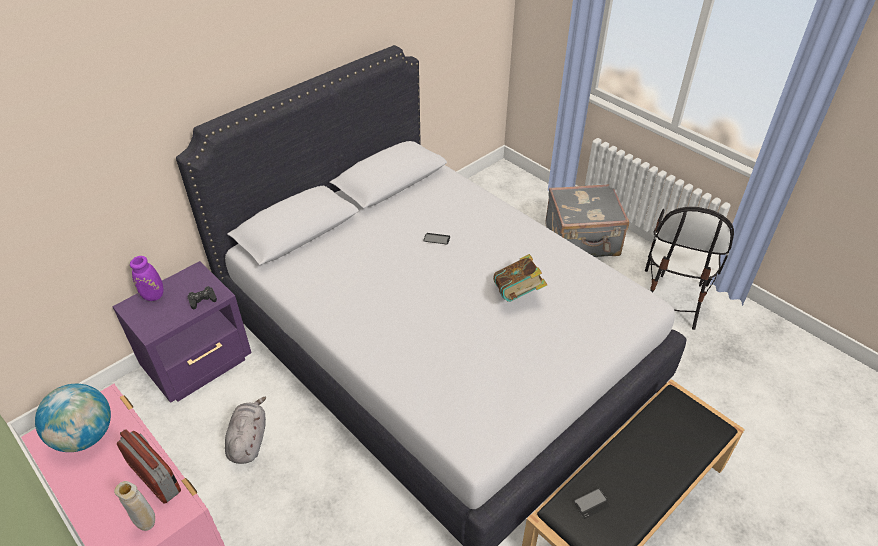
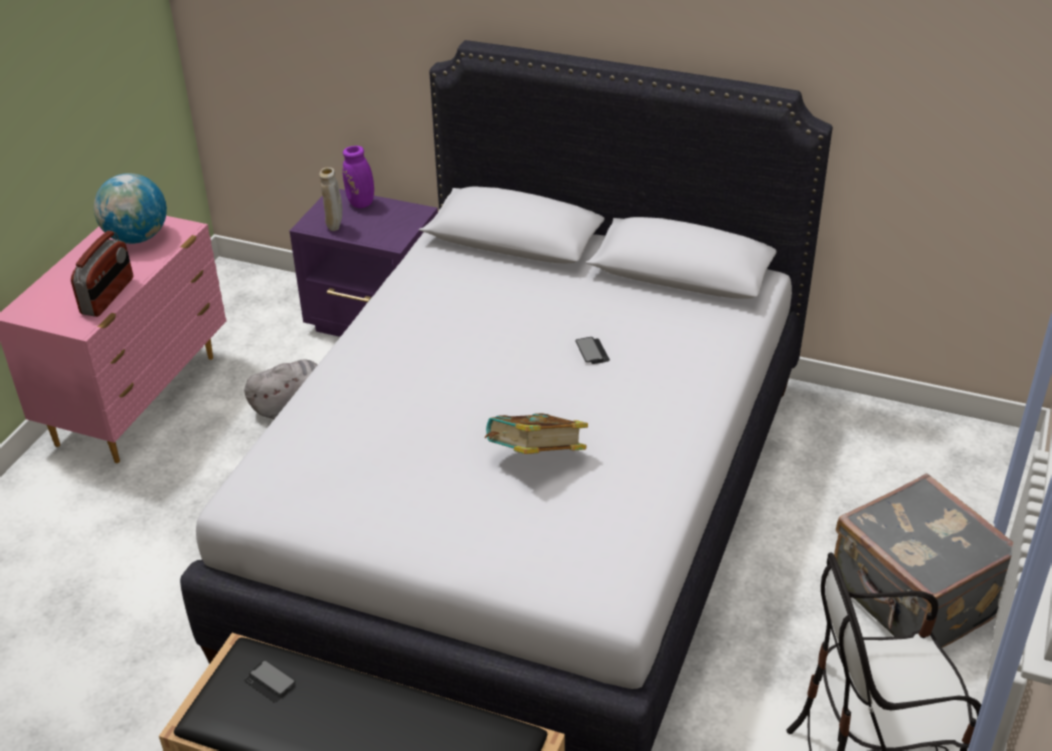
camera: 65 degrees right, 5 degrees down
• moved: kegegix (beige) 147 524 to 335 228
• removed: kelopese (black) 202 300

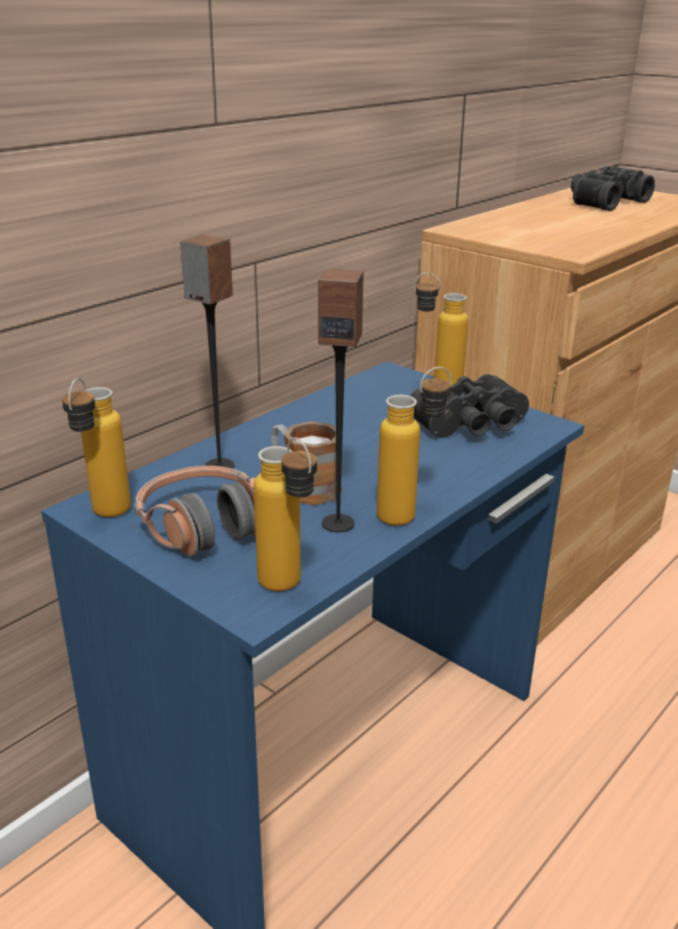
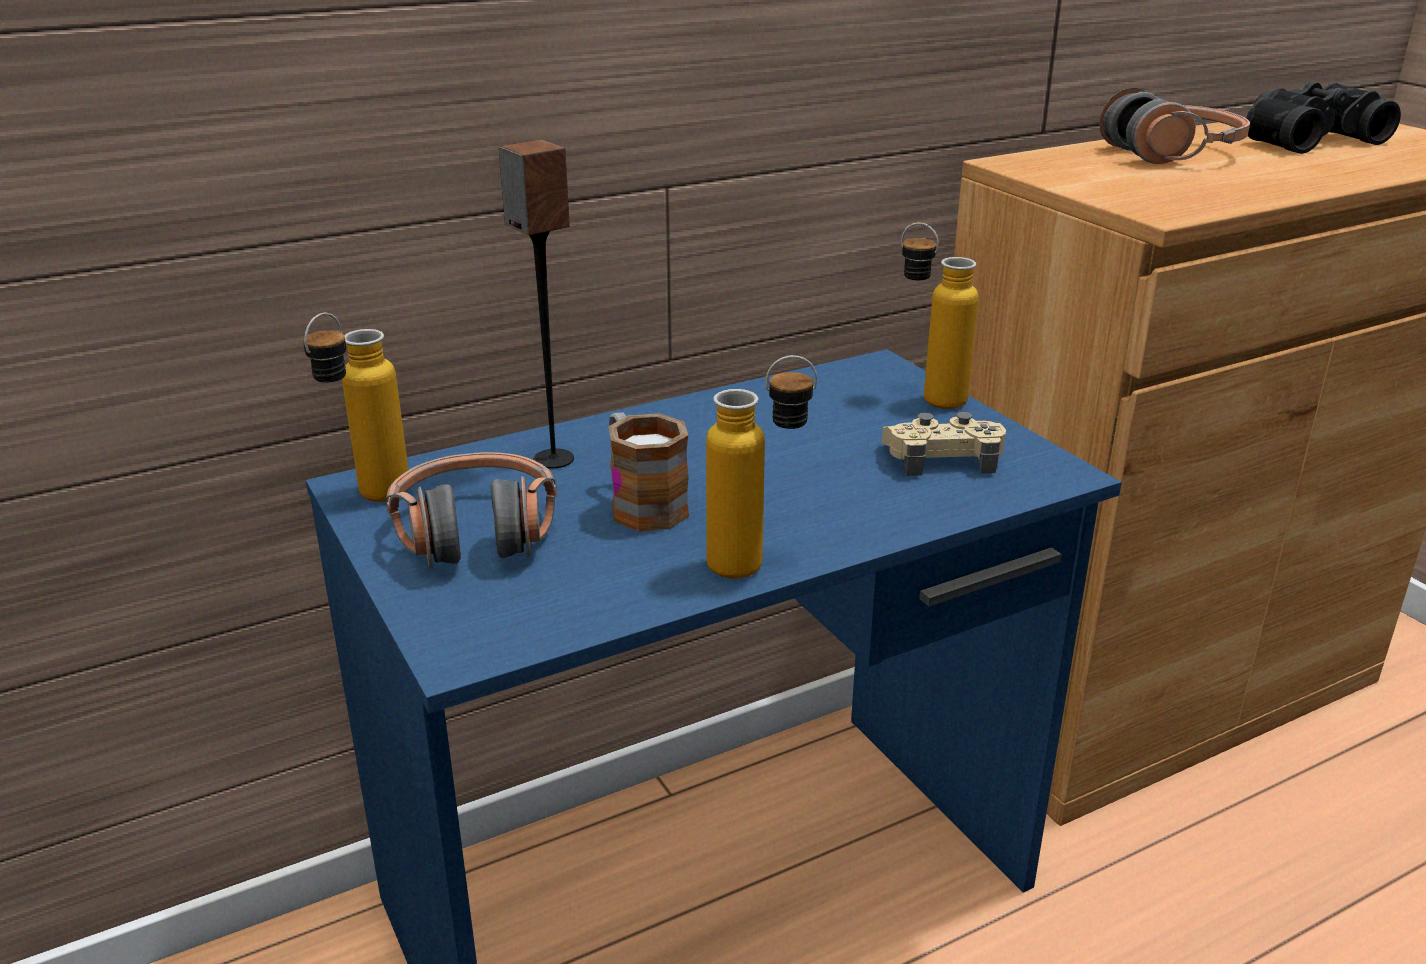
camera: 20 degrees right, 0 degrees up
• removed: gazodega 289 589
• removed: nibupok 338 523
• replaced: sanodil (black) 472 426 to kelopese (beige) 942 458
• added: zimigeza 1171 153

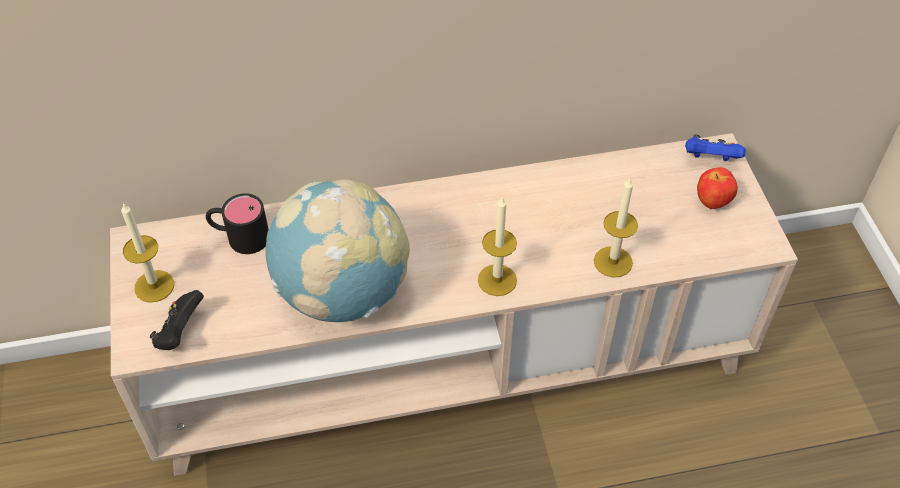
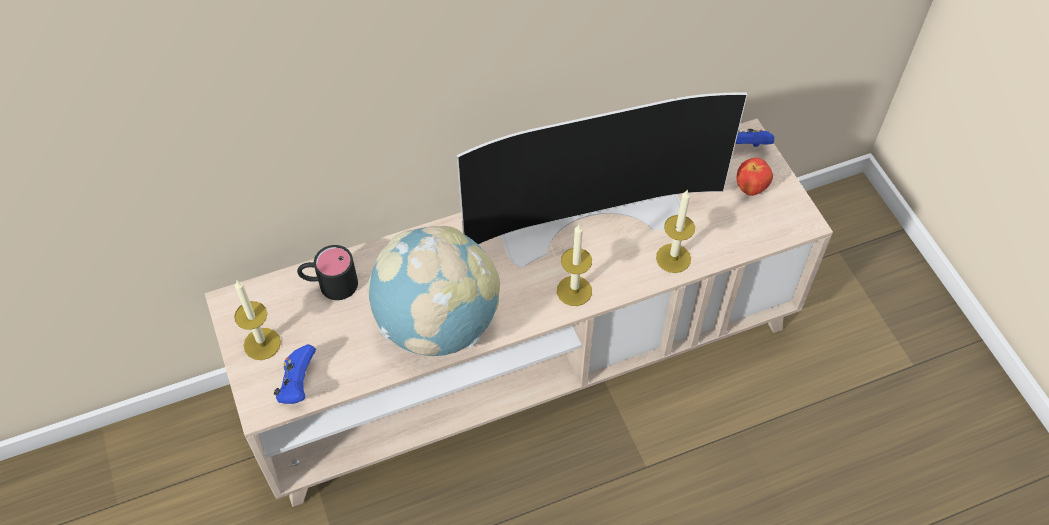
camera: 10 degrees left, 5 degrees up
• recoloured: kelopese (black) 180 332 to kelopese (blue) 298 384
• added: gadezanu 591 214

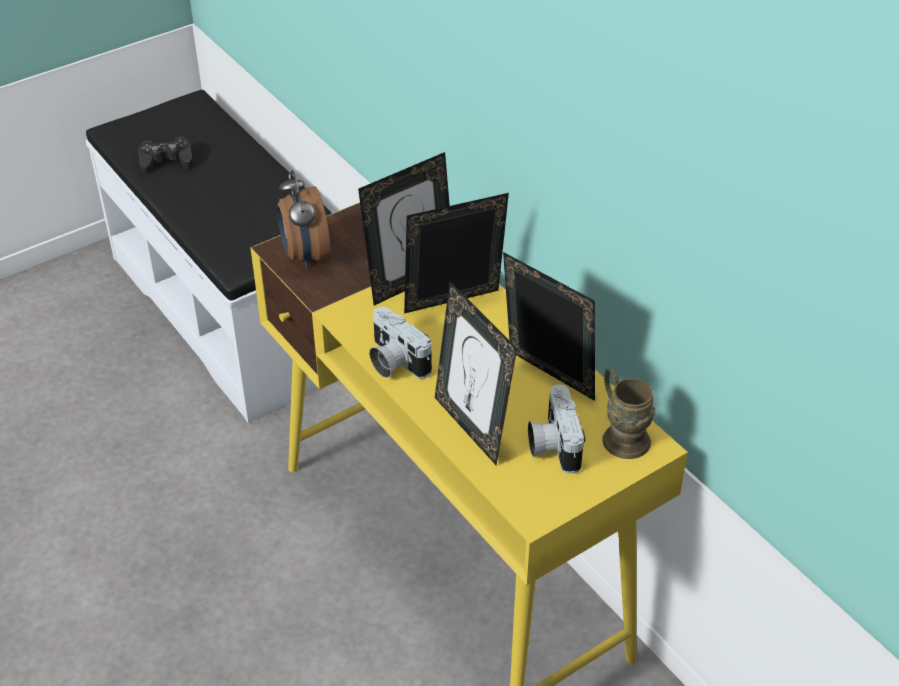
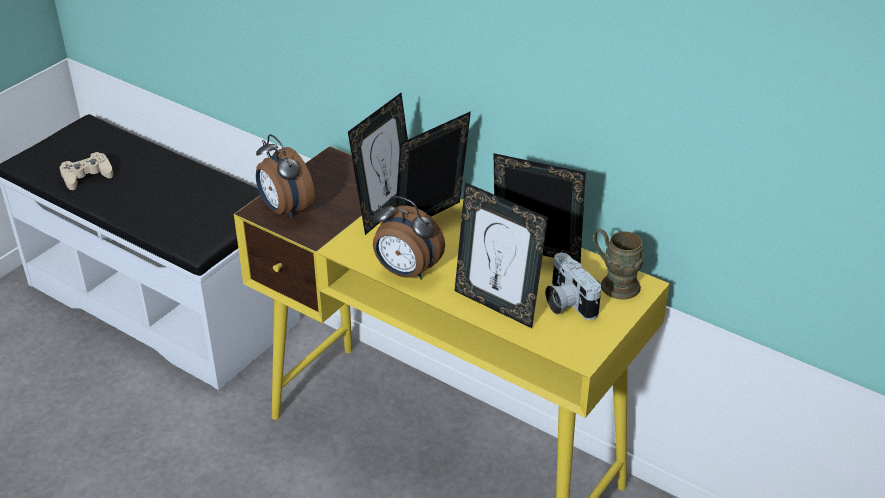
camera: 20 degrees left, 5 degrees down
• recoloured: kelopese (black) 166 161 to kelopese (beige) 87 176
• replaced: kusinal 394 361 to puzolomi 406 272

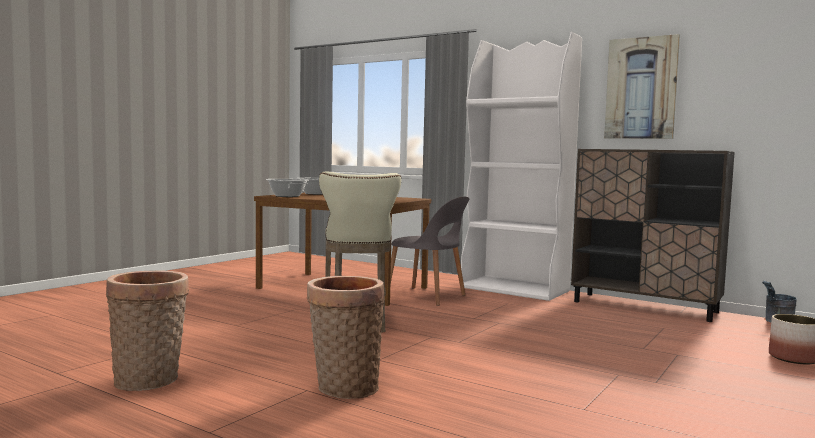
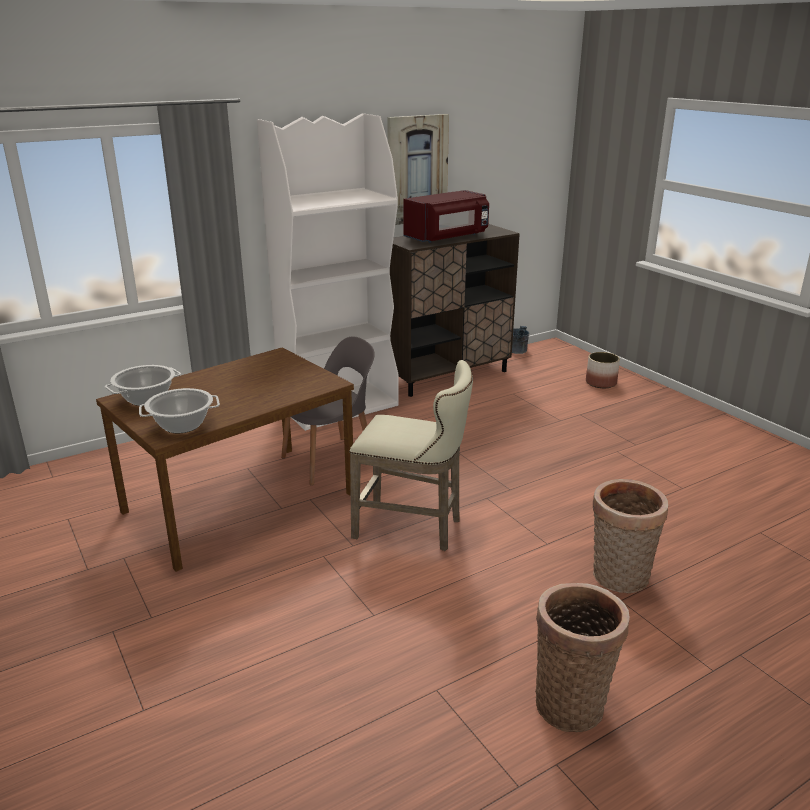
camera: 65 degrees left, 20 degrees up
• added: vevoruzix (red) 447 237

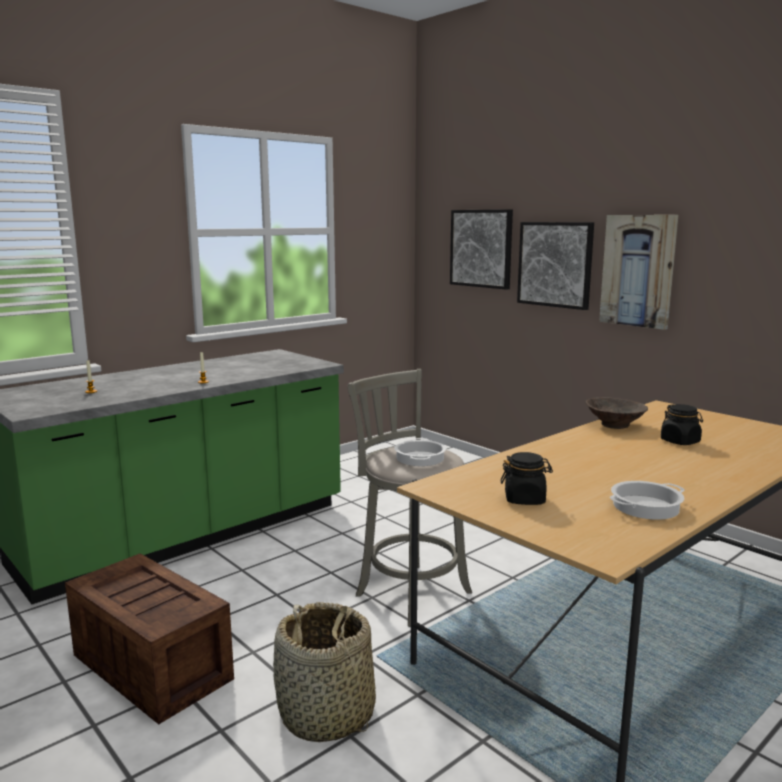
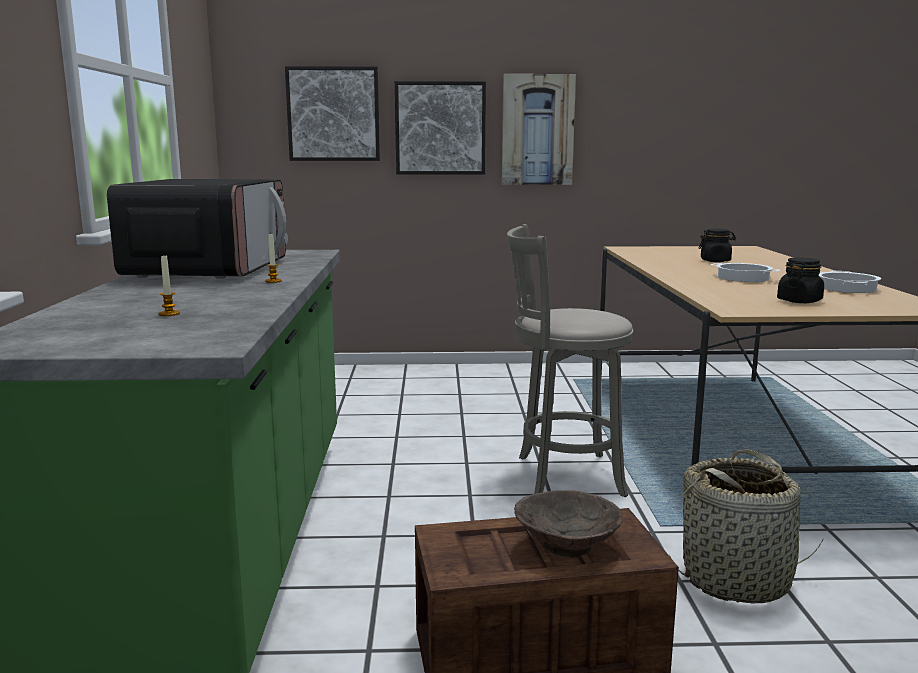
camera: 50 degrees left, 0 degrees up
• moved: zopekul 419 458 to 742 278
• moved: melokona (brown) 614 425 to 567 547
• added: vevoruzix 209 269

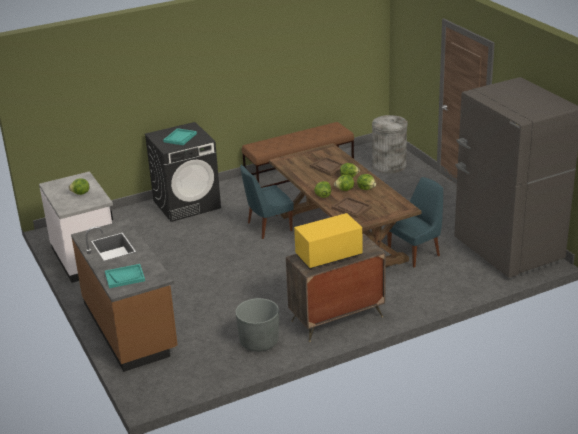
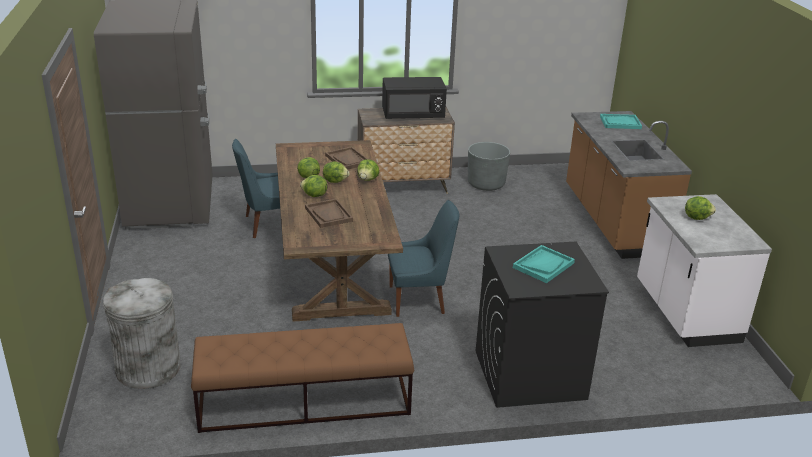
camera: 165 degrees left, 0 degrees up
• recoloured: vevoruzix (yellow) 328 256 to vevoruzix (black) 413 115

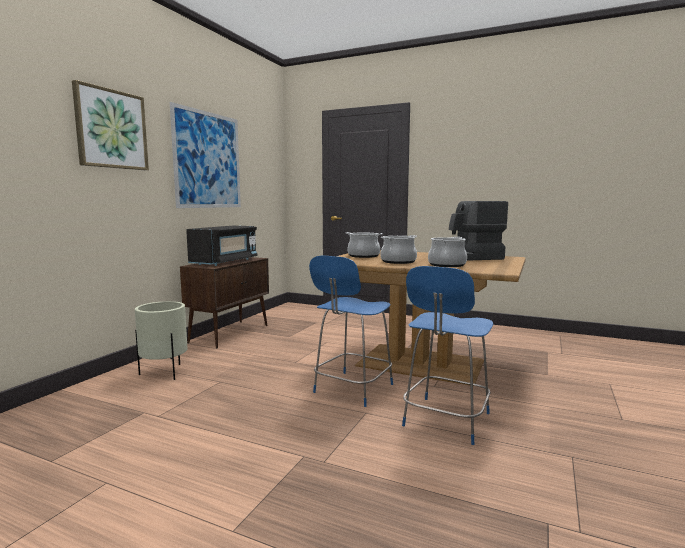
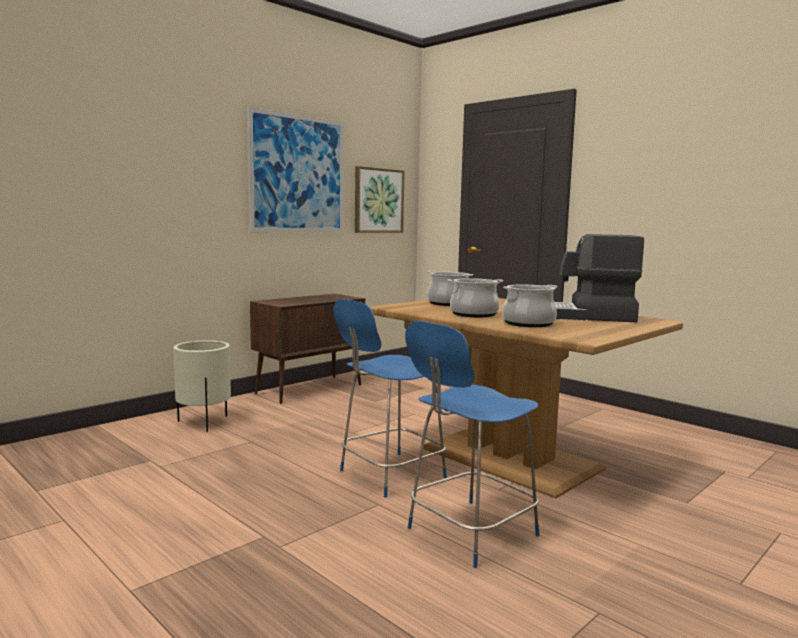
camera: 20 degrees right, 0 degrees up
• moved: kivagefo 111 129 to 378 200
• removed: vevoruzix (black) 225 262

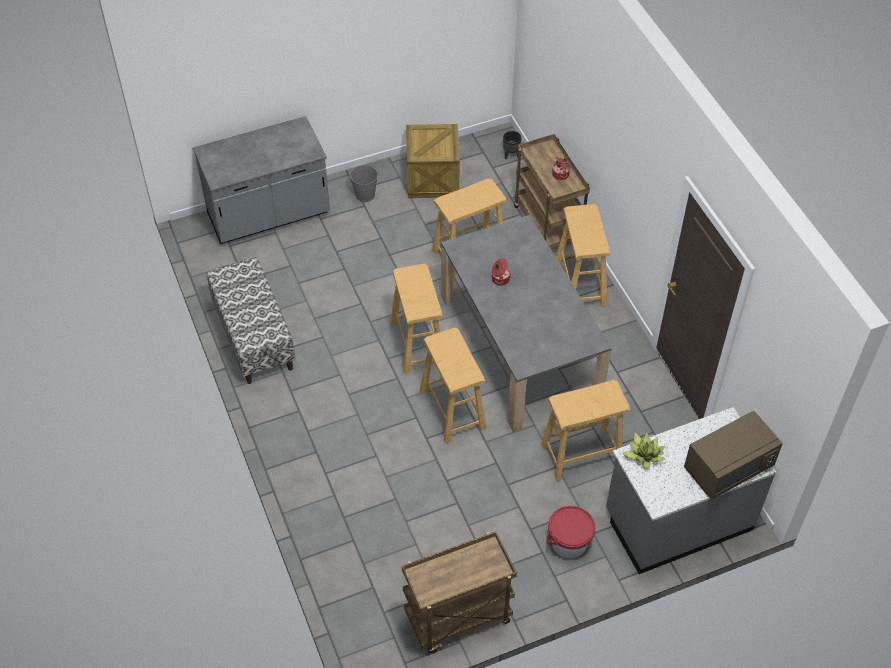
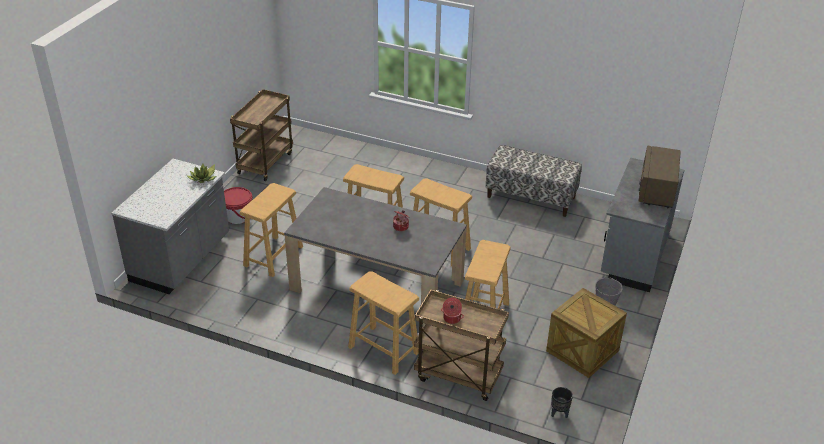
camera: 135 degrees right, 15 degrees down
• moved: vevoruzix (brown) 728 467 to 656 191

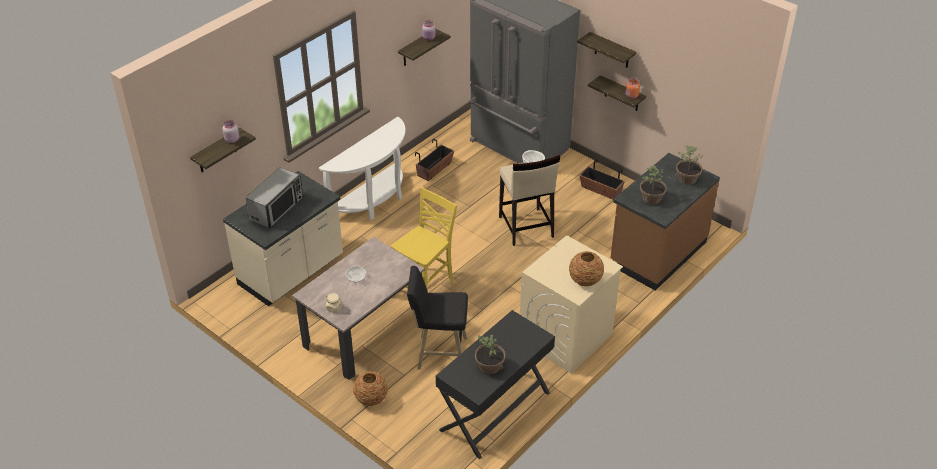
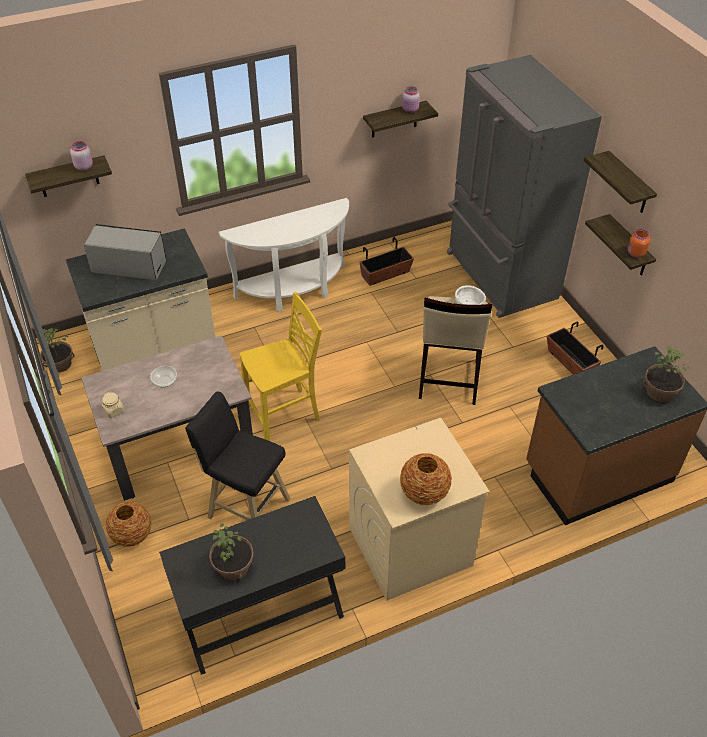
camera: 25 degrees right, 5 degrees up
• turned: vevoruzix 277 208 = 129 266 135 degrees counterclockwise
• moved: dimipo 651 198 to 60 364

